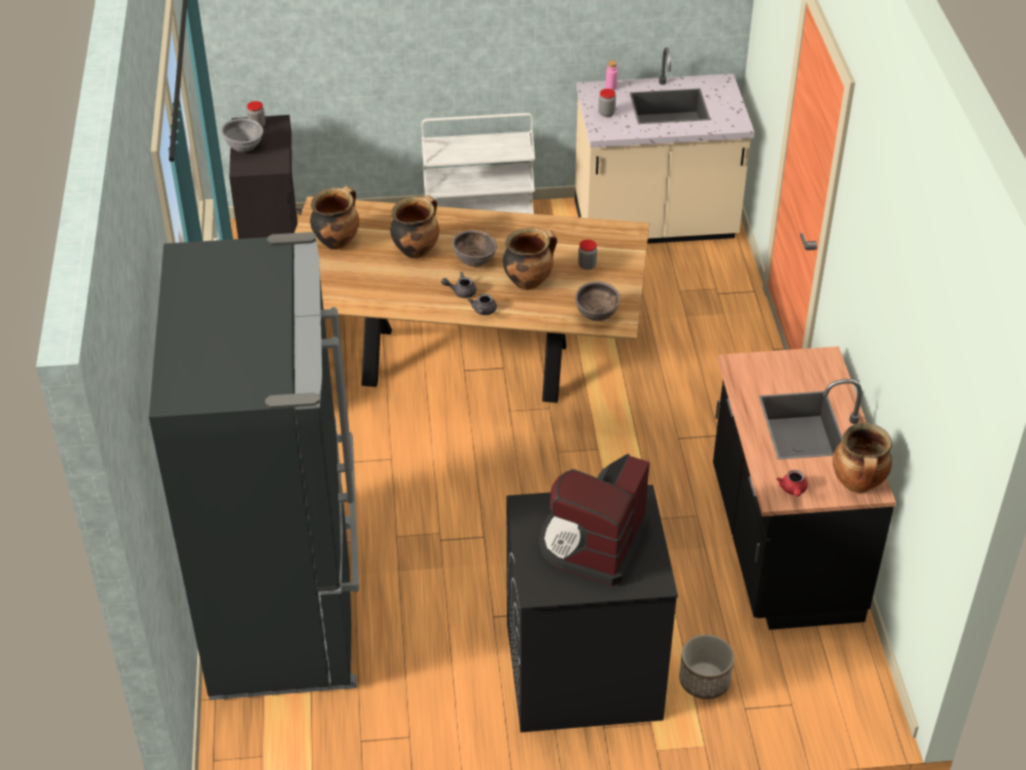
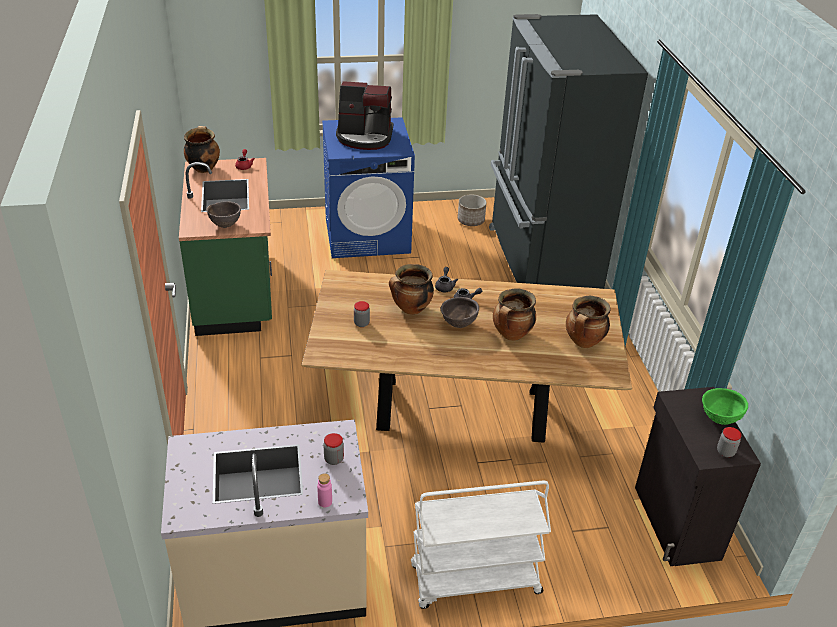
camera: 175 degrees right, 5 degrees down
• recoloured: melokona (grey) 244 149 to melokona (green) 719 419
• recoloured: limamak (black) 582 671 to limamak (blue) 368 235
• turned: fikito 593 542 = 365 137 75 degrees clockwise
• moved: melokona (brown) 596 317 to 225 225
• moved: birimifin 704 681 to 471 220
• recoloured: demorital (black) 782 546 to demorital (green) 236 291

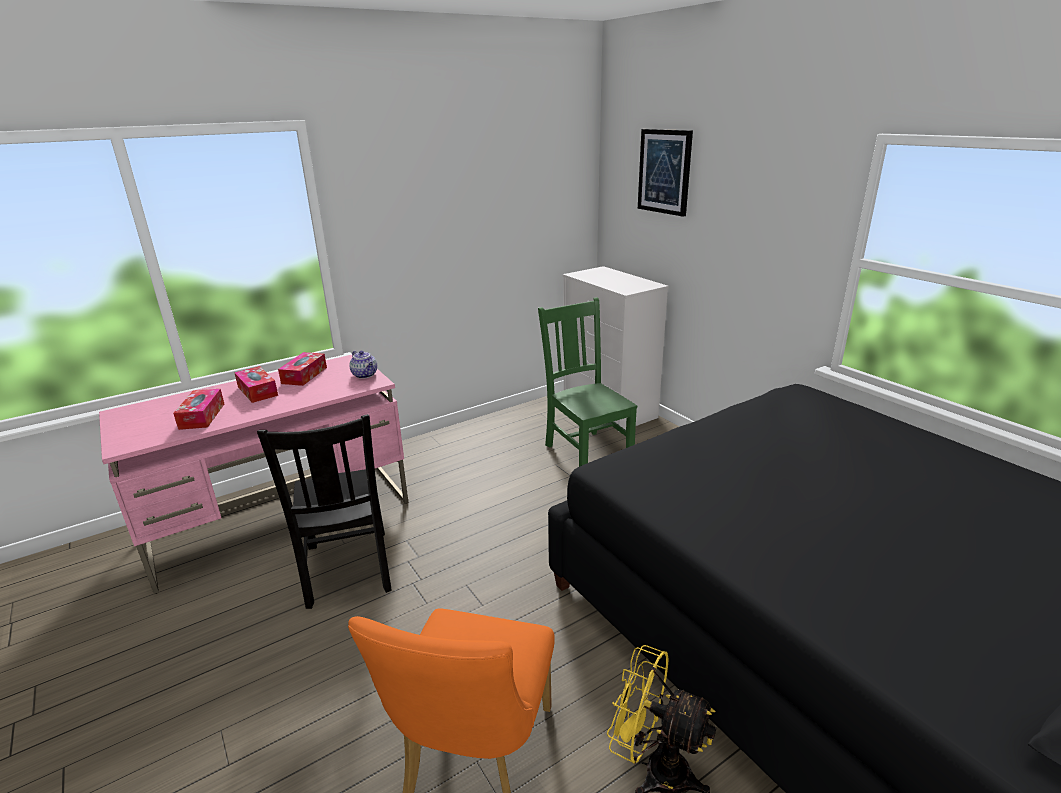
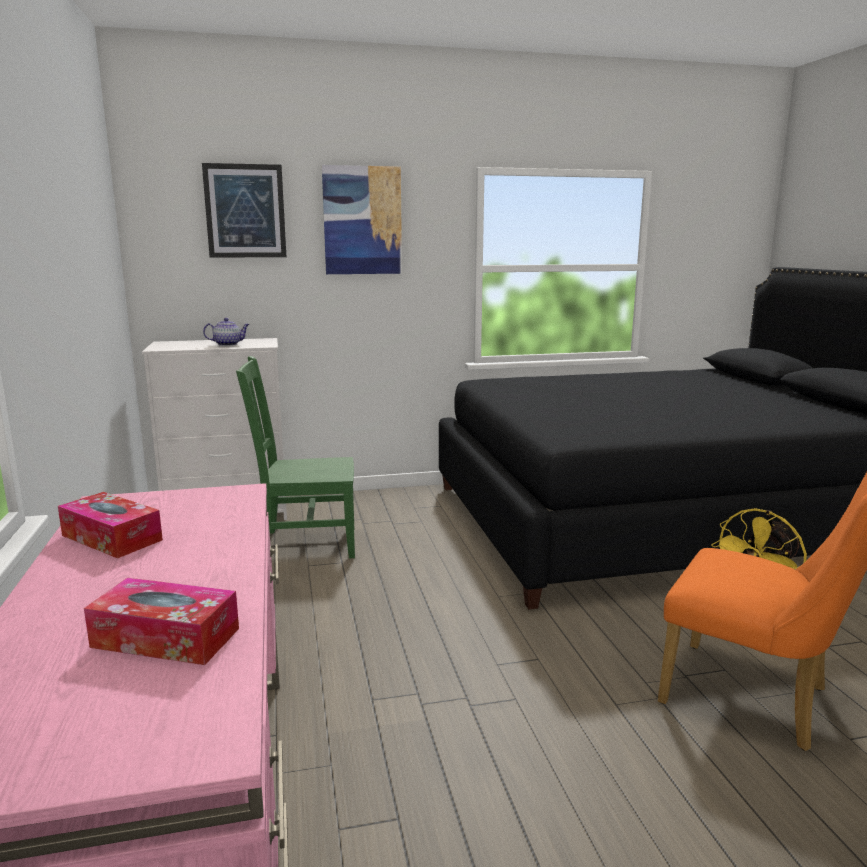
camera: 70 degrees left, 10 degrees down
• removed: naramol 257 391
• removed: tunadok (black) 347 570
• moved: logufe 365 375 to 228 344
• added: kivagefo 362 221

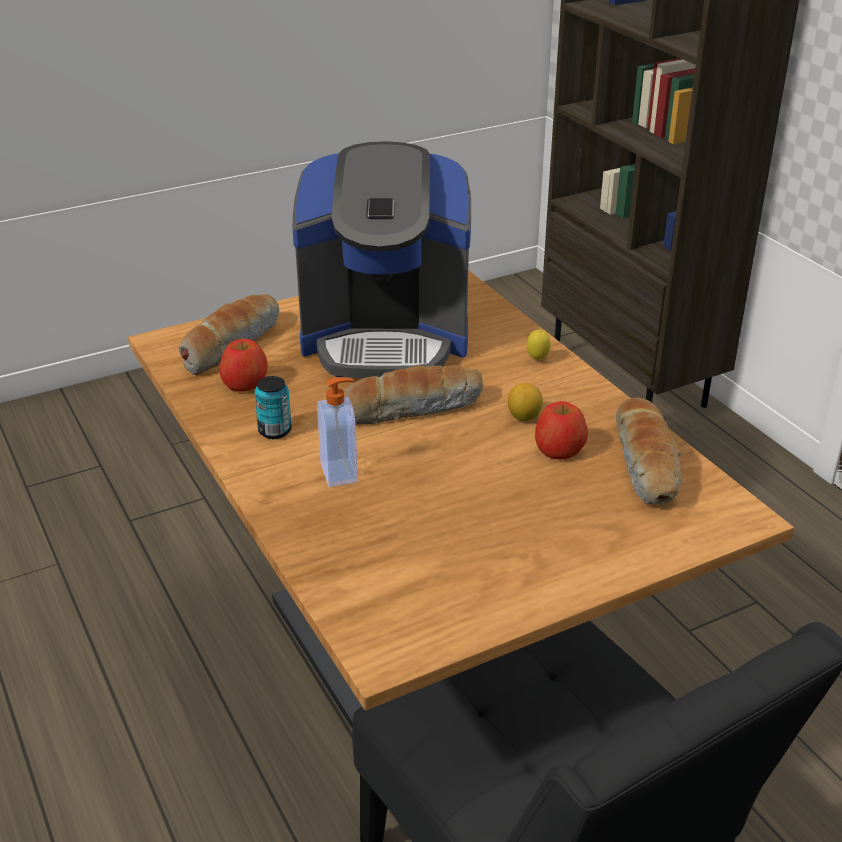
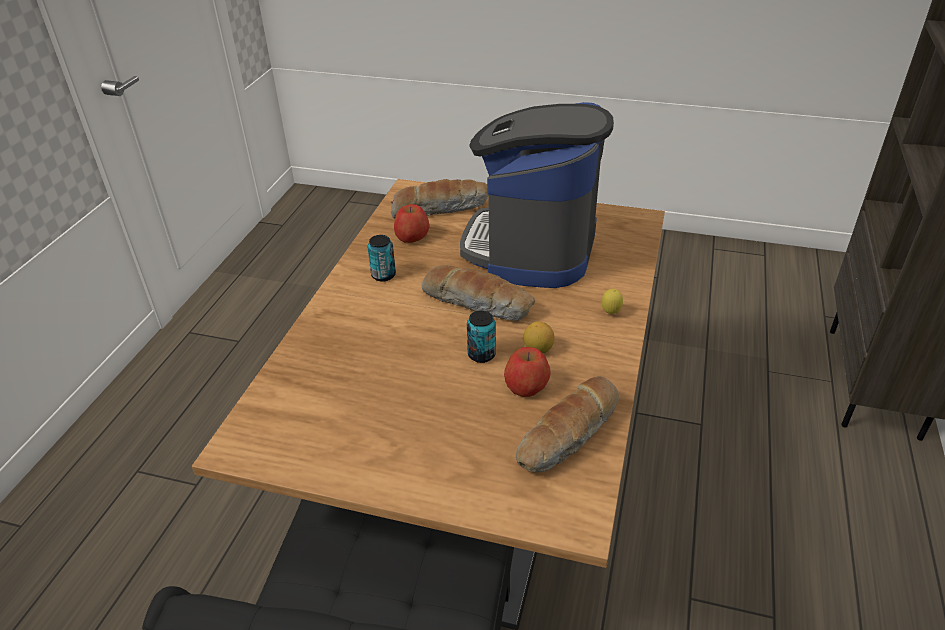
camera: 45 degrees right, 5 degrees up
• turned: fikito 386 338 = 532 248 60 degrees clockwise
• removed: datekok 340 473
• added: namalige 481 354

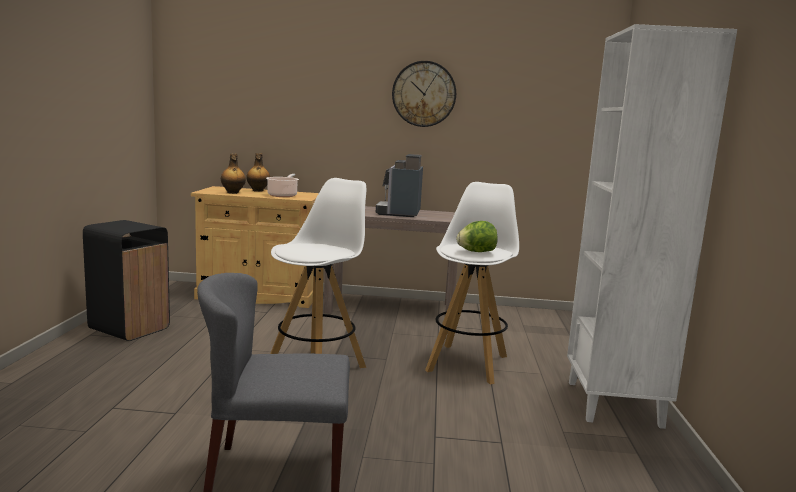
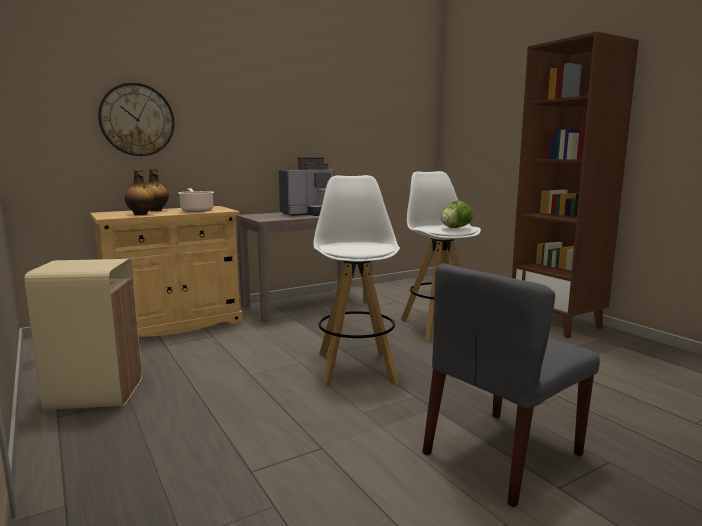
camera: 35 degrees left, 0 degrees up
• recoloured: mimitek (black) 129 328 to mimitek (beige) 96 394
• turned: fikito 400 213 = 310 213 90 degrees counterclockwise
• moved: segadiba 424 94 to 137 120
• recoloured: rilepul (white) 614 404 to rilepul (brown) 557 323

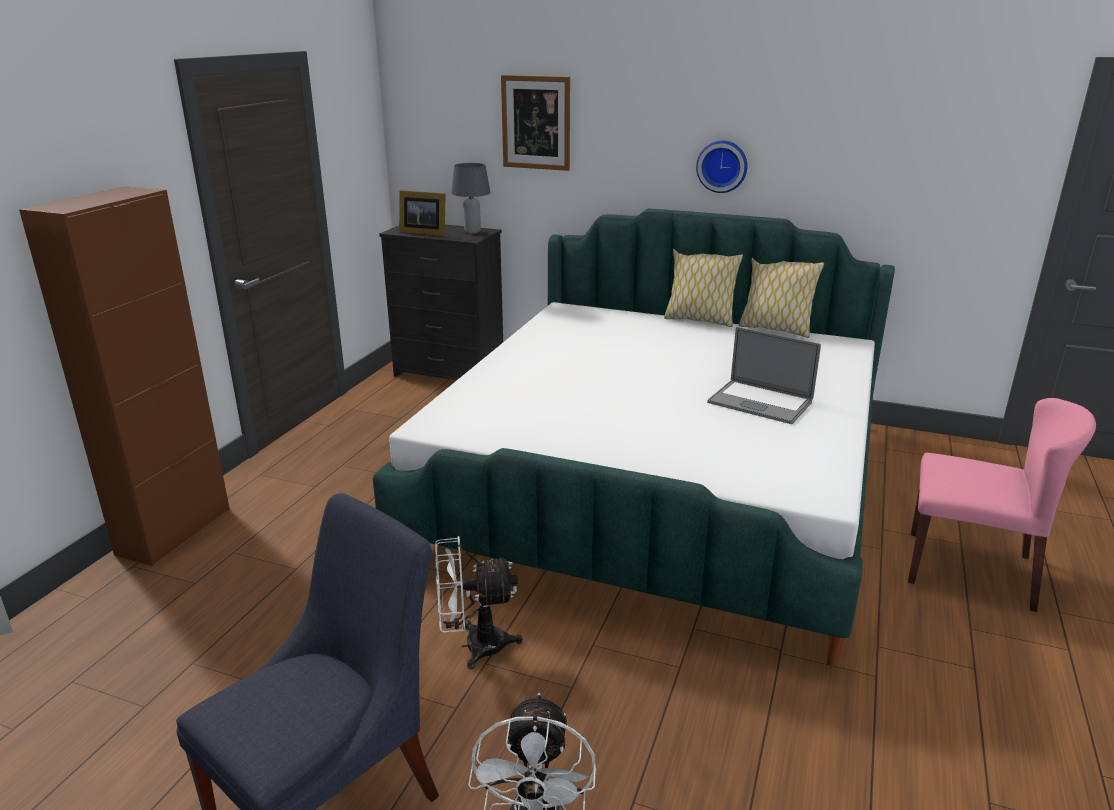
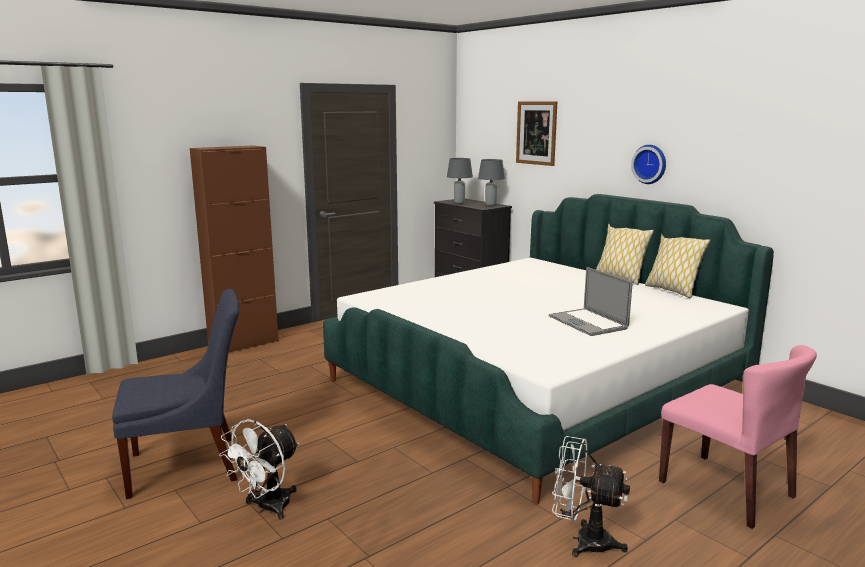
camera: 30 degrees right, 10 degrees down
• replaced: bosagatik 423 233 to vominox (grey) 459 203
• moved: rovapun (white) 474 646 to 583 541

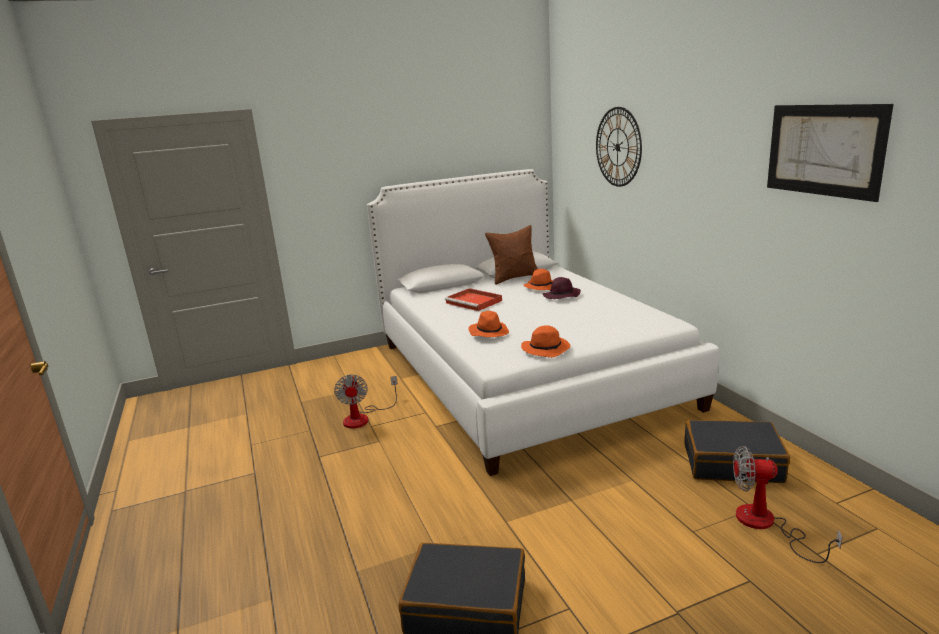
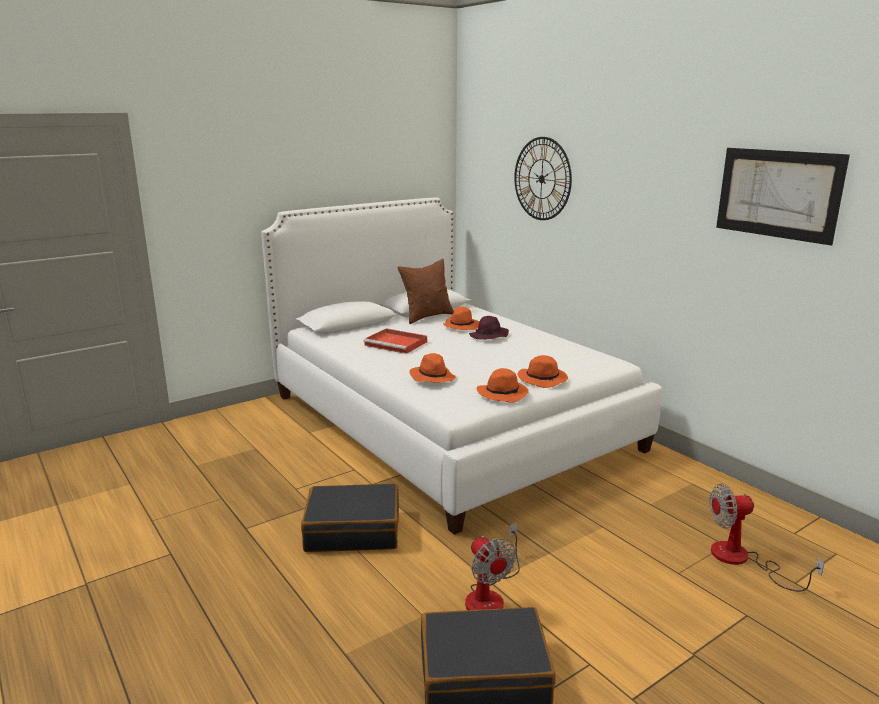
camera: 15 degrees left, 0 degrees up
• moved: rovapun 363 417 to 490 595
• moved: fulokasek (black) 732 463 to 353 530
• added: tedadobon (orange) 543 379

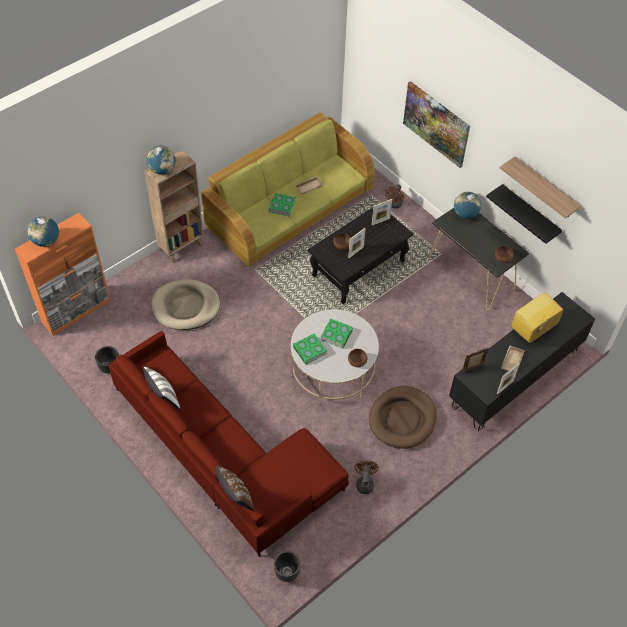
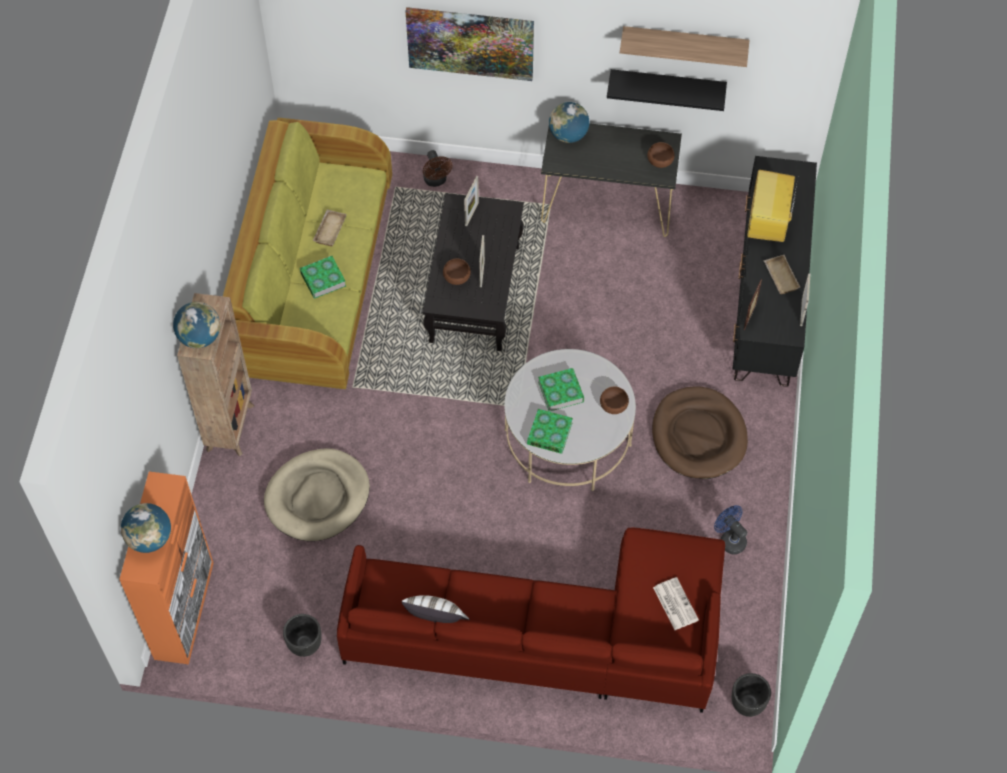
camera: 40 degrees left, 5 degrees up
• removed: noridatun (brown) 235 498
• recoloured: rovapun (brown) 364 483 to rovapun (blue) 729 539
• added: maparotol 674 603

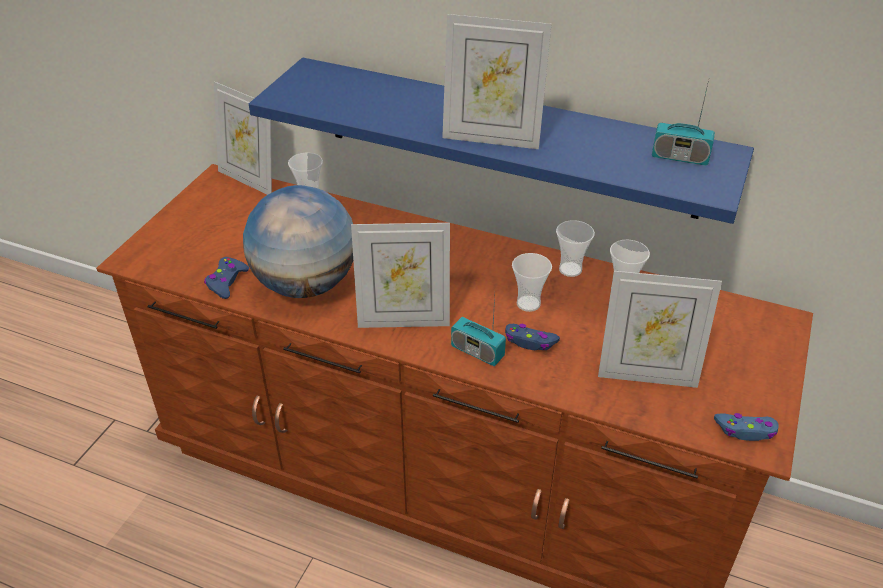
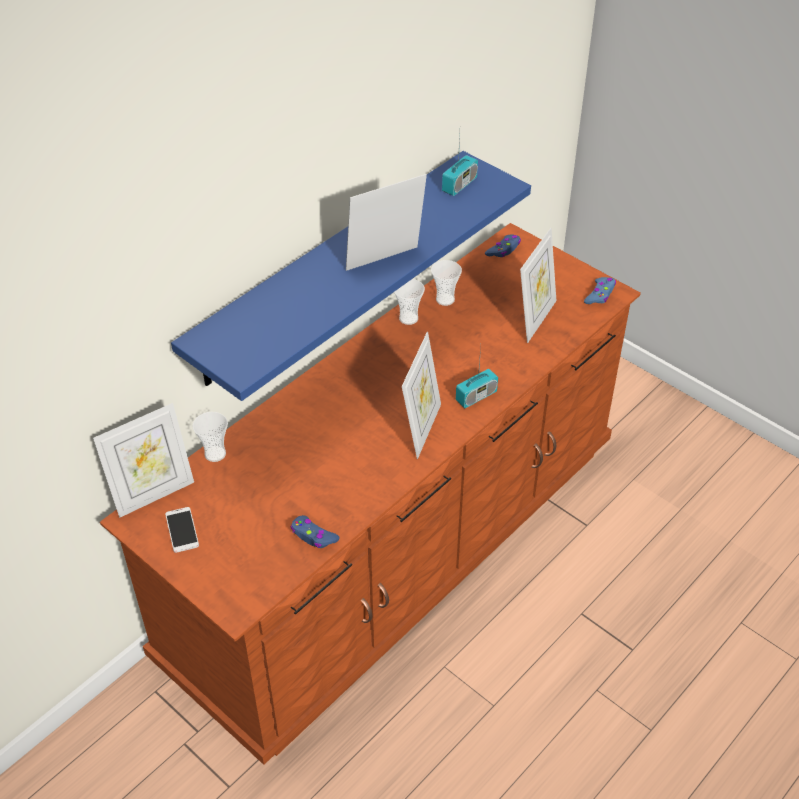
camera: 70 degrees left, 5 degrees up
• removed: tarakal 306 284
• turned: bosagatik 491 138 = 385 263 150 degrees counterclockwise
• moved: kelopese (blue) 530 342 to 503 250
• removed: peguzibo 528 303
• added: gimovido 182 530

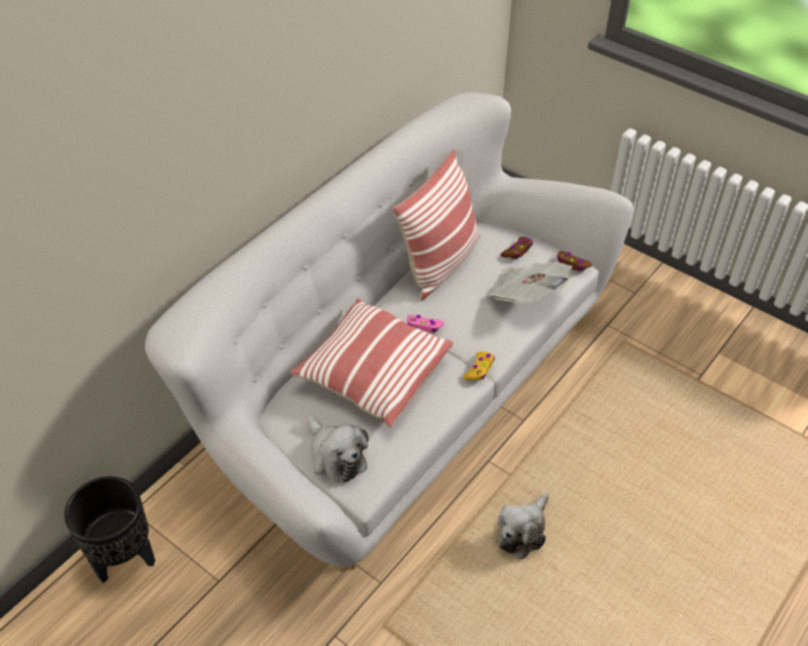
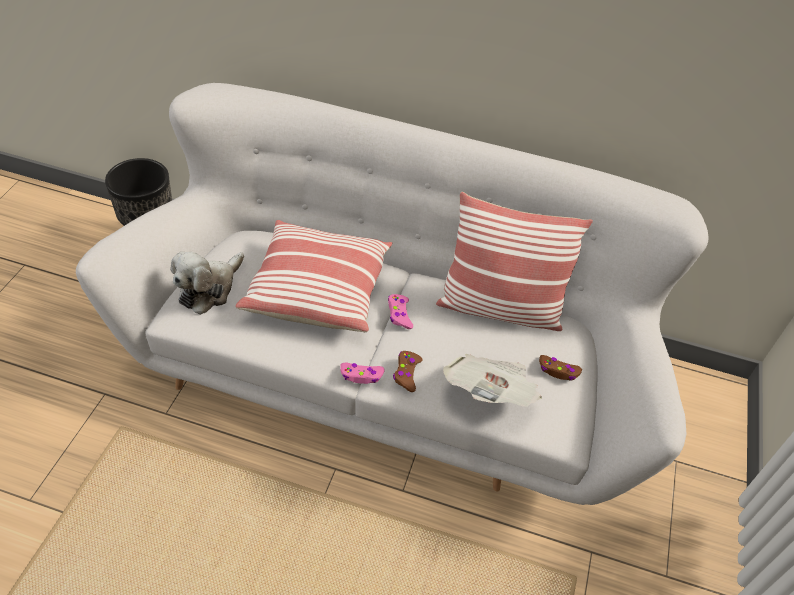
camera: 65 degrees right, 0 degrees up
• recoloured: kelopese (yellow) 479 369 to kelopese (pink) 361 376
• removed: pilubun 522 531
• moved: kelopese (brown) 572 264 to 406 373

